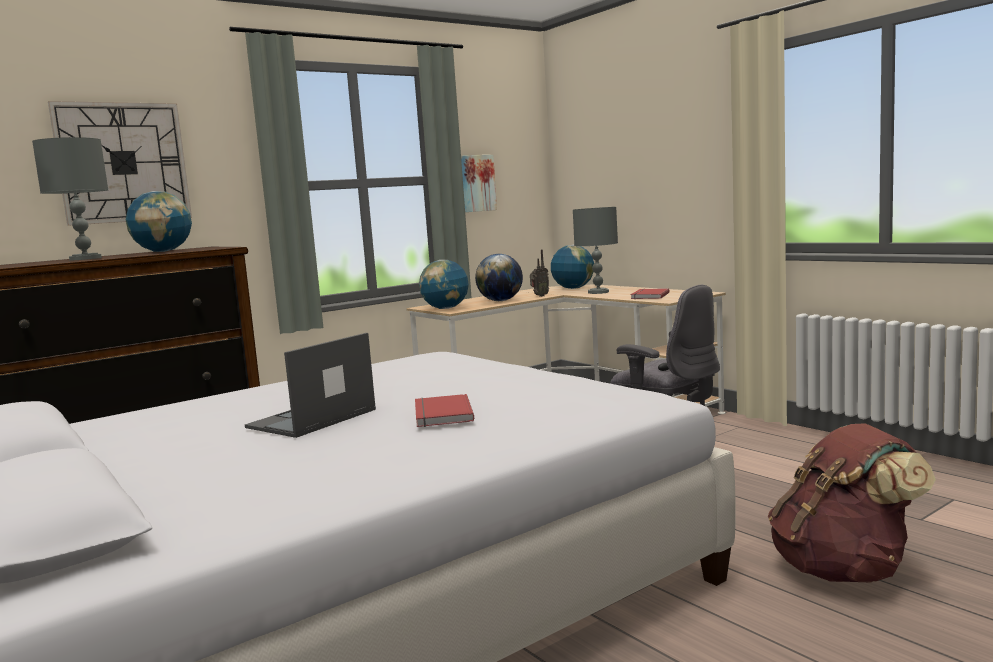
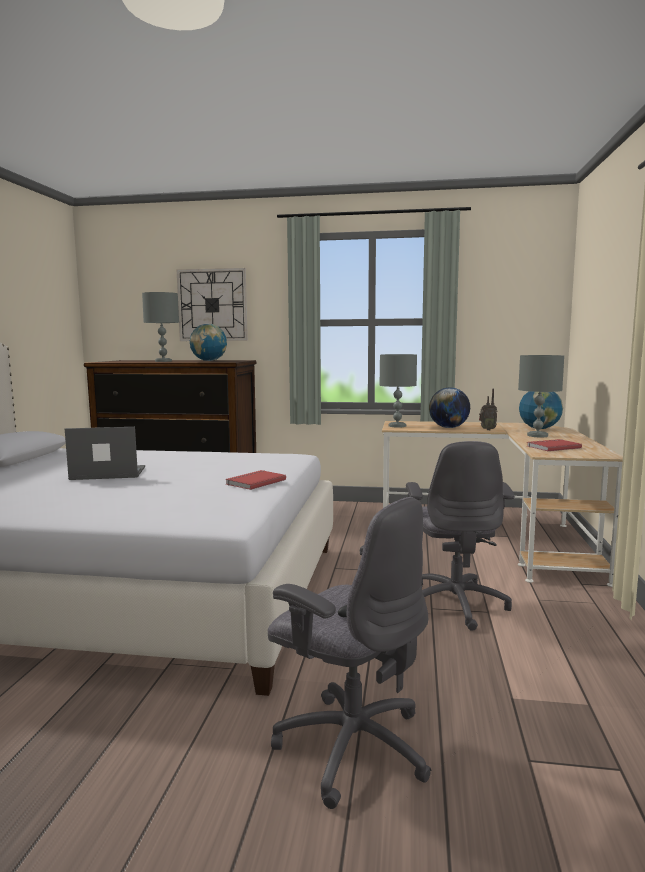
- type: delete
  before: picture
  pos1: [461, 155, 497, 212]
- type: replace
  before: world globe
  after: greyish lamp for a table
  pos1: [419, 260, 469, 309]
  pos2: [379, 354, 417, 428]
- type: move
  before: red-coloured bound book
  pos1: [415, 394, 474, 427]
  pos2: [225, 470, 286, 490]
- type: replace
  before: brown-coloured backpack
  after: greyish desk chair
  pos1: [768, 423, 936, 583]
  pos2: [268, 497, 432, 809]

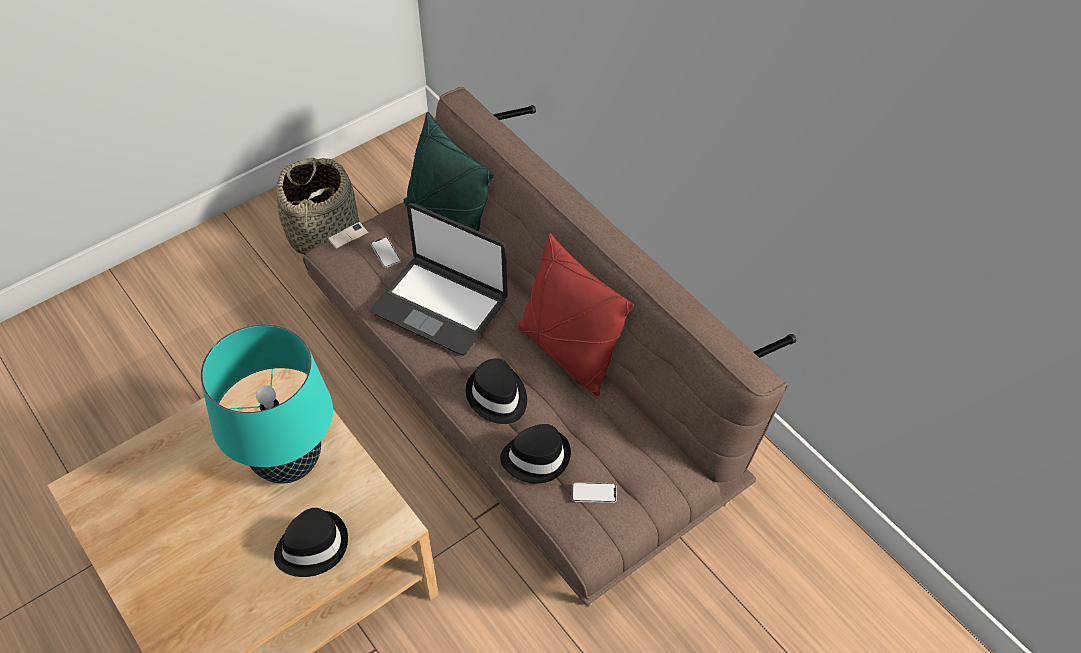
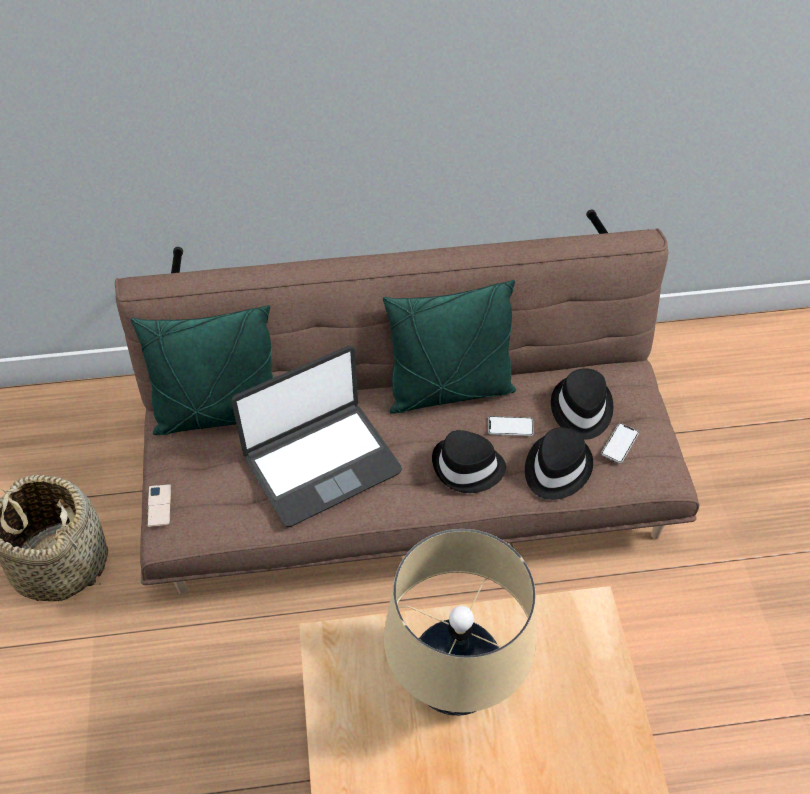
- type: recolor
  before: red-coloured throw pillow
  after: green-coloured throw pillow
  pos1: [518, 233, 634, 396]
  pos2: [383, 280, 516, 414]
- type: move
  before: handset
  pos1: [371, 237, 401, 268]
  pos2: [488, 416, 534, 436]
- type: recolor
  before: turquoise-coloured lamp for a table
  after: beige lamp for a table
  pos1: [200, 324, 333, 484]
  pos2: [384, 529, 536, 716]
- type: move
  before: black-coloured hat
  pos1: [274, 508, 348, 577]
  pos2: [551, 368, 613, 440]

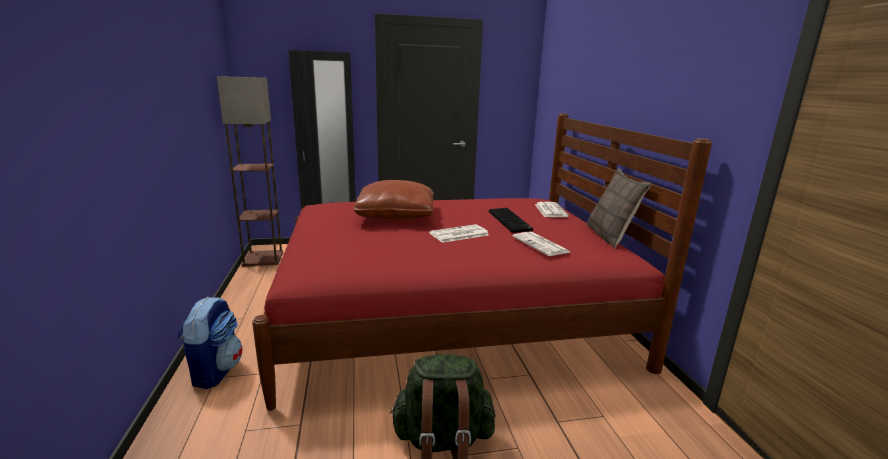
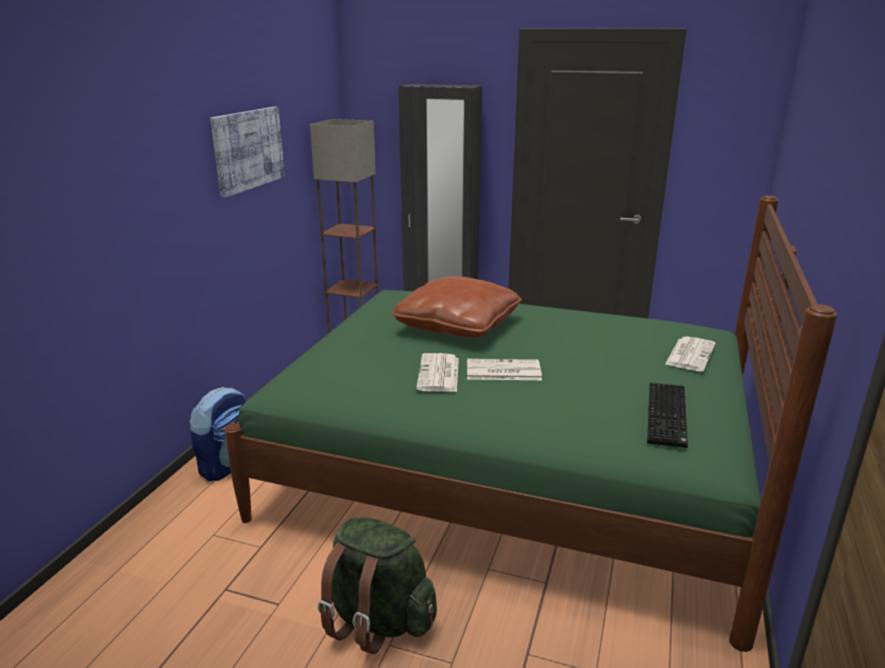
- type: recolor
  before: red-coloured bedroom bed
  after: green-coloured bedroom bed
  pos1: [252, 113, 712, 411]
  pos2: [225, 195, 837, 652]
- type: delete
  before: throw pillow
  pos1: [587, 168, 652, 249]
- type: move
  before: PC keyboard
  pos1: [489, 208, 533, 233]
  pos2: [647, 383, 688, 448]
- type: move
  before: daily paper
  pos1: [513, 232, 570, 256]
  pos2: [416, 353, 459, 392]
- type: insert
  after: picture
  pos2: [210, 107, 285, 198]

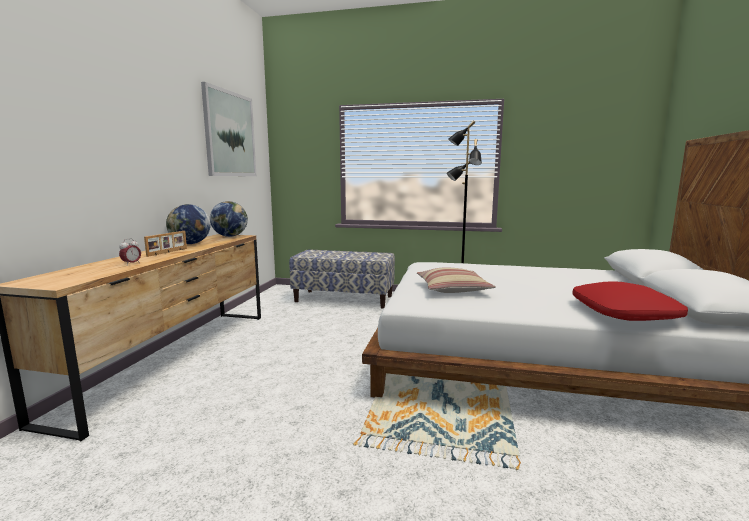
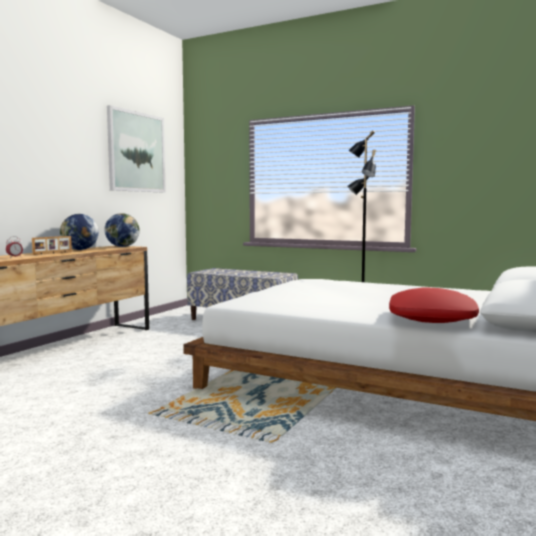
- type: delete
  before: throw pillow
  pos1: [417, 267, 495, 293]

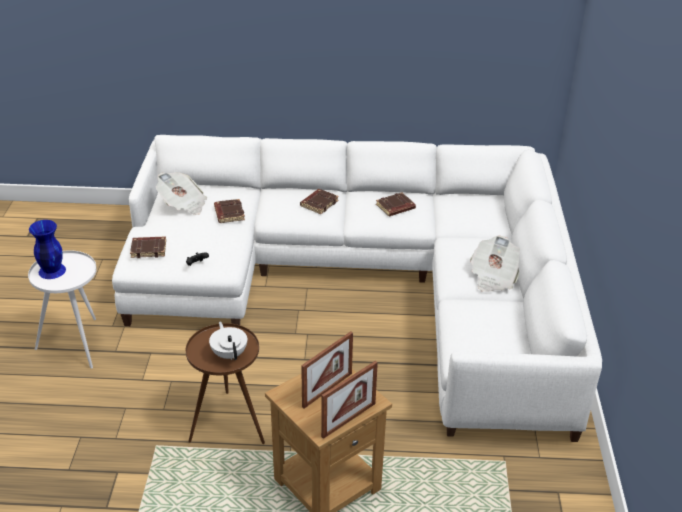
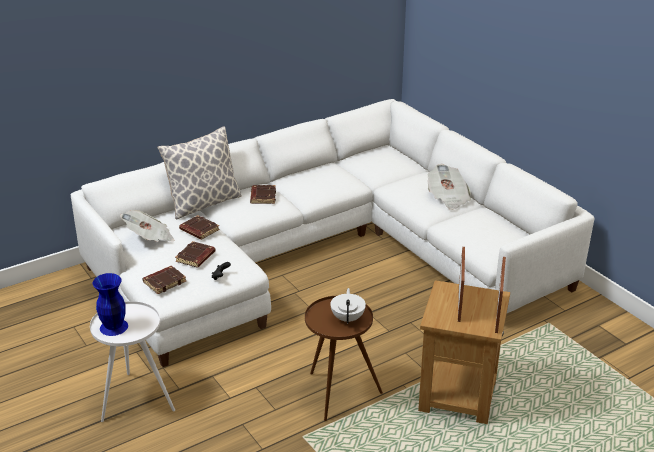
- type: move
  before: brown-coloured bound book
  pos1: [376, 193, 416, 216]
  pos2: [175, 241, 215, 267]
- type: rotate
  before: white pot for tea
  pos1: [209, 322, 247, 360]
  pos2: [330, 288, 366, 324]
  turn: 60
- type: insert
  after: throw pillow
  pos2: [157, 126, 242, 219]

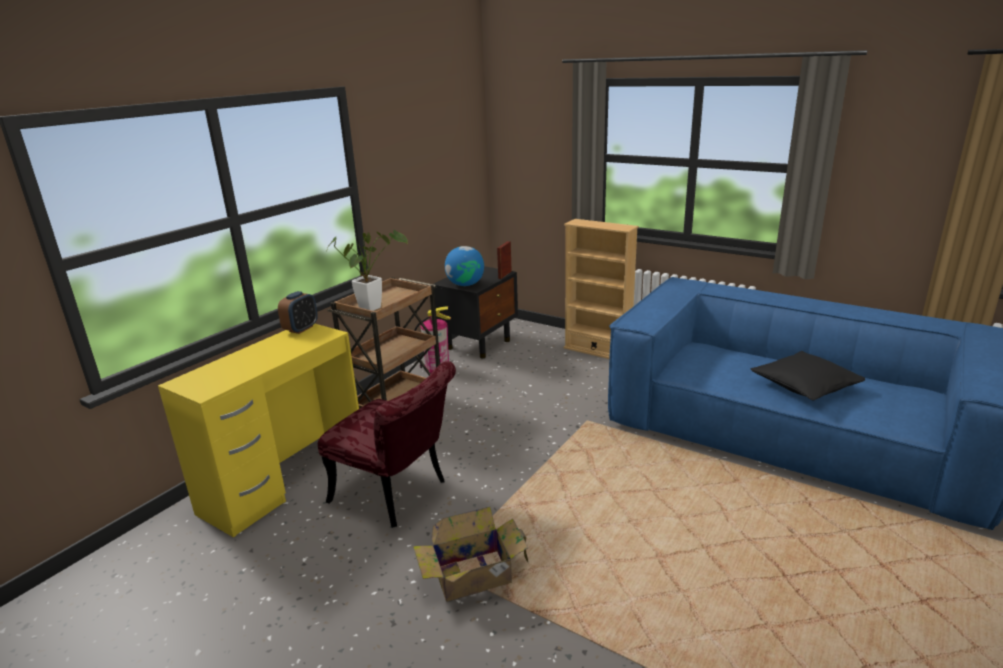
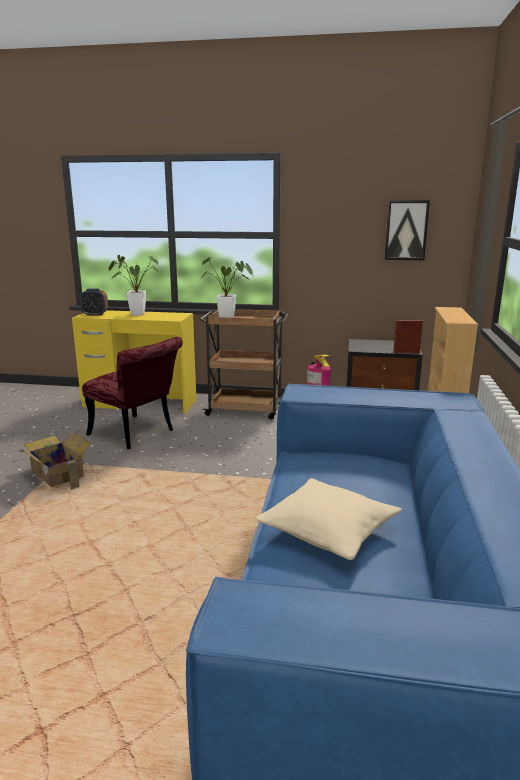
- type: delete
  before: world globe
  pos1: [445, 246, 484, 286]
- type: move
  before: table clock
  pos1: [278, 291, 318, 334]
  pos2: [79, 289, 108, 316]
- type: recolor
  before: black-coloured throw pillow
  after: beige throw pillow
  pos1: [751, 351, 865, 401]
  pos2: [256, 478, 402, 560]
- type: rotate
  before: red-coloured upright chair
  pos1: [318, 361, 456, 528]
  pos2: [82, 337, 183, 449]
  turn: -60
- type: insert
  after: picture
  pos2: [384, 200, 430, 260]
- type: insert
  after: plant in a pot
  pos2: [109, 255, 159, 315]

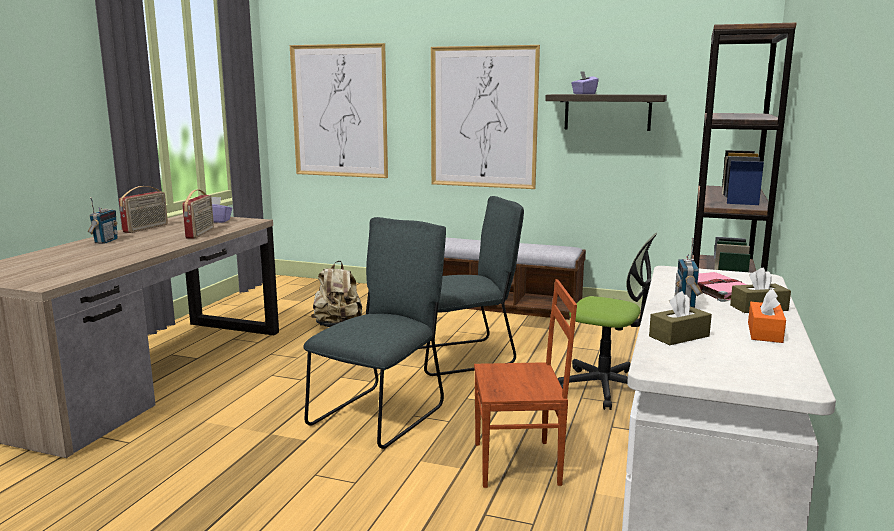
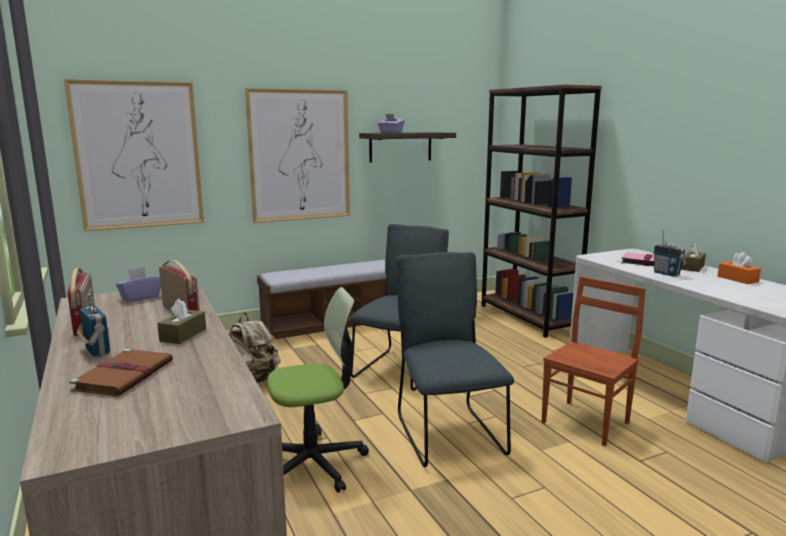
- type: move
  before: desk chair
  pos1: [557, 233, 657, 410]
  pos2: [267, 287, 369, 493]
- type: move
  before: brown-coloured tissue box
  pos1: [649, 291, 712, 345]
  pos2: [157, 299, 206, 344]
- type: insert
  after: brown-coloured bound book
  pos2: [69, 348, 173, 397]

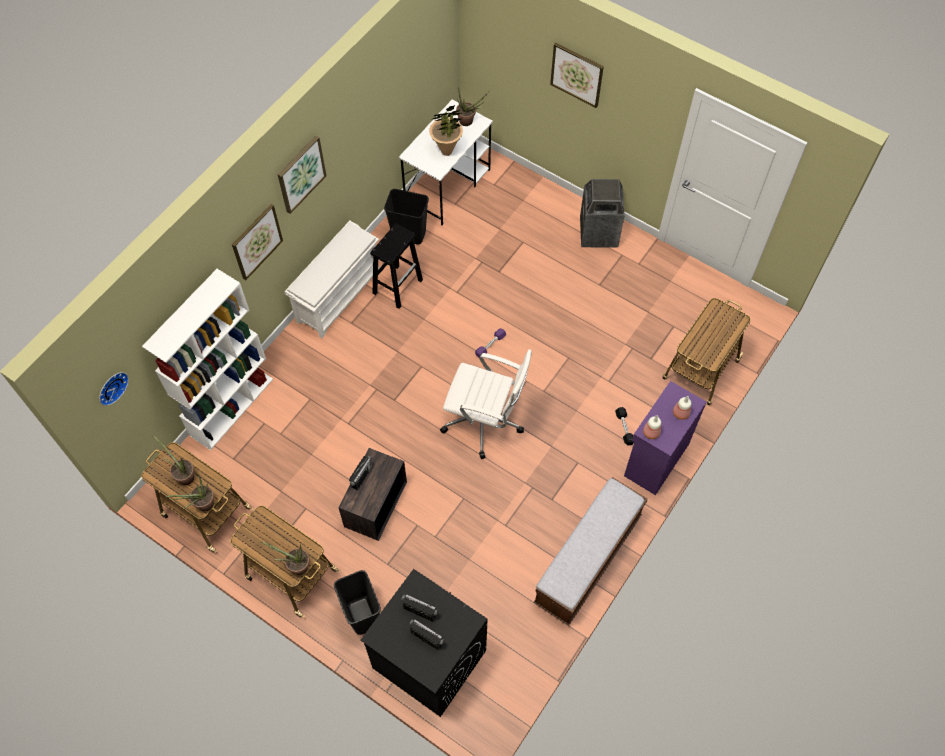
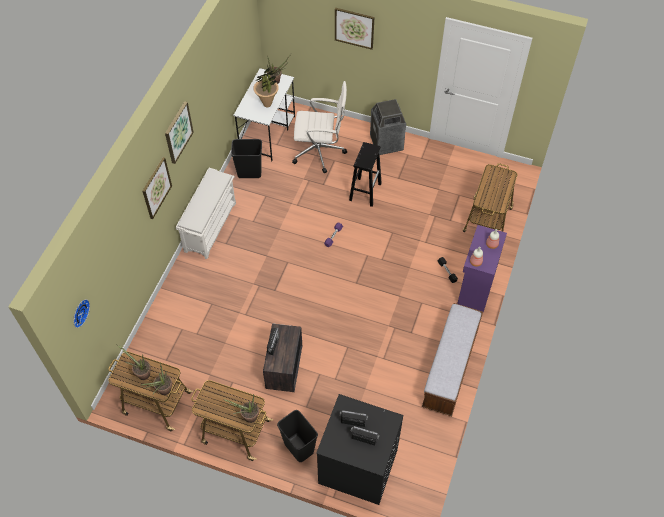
- type: move
  before: black-coloured stool seat
  pos1: [370, 223, 423, 309]
  pos2: [349, 142, 382, 207]
- type: delete
  before: white bookshelf
  pos1: [142, 269, 273, 450]
- type: move
  before: white desk chair
  pos1: [440, 349, 532, 459]
  pos2: [292, 81, 347, 173]

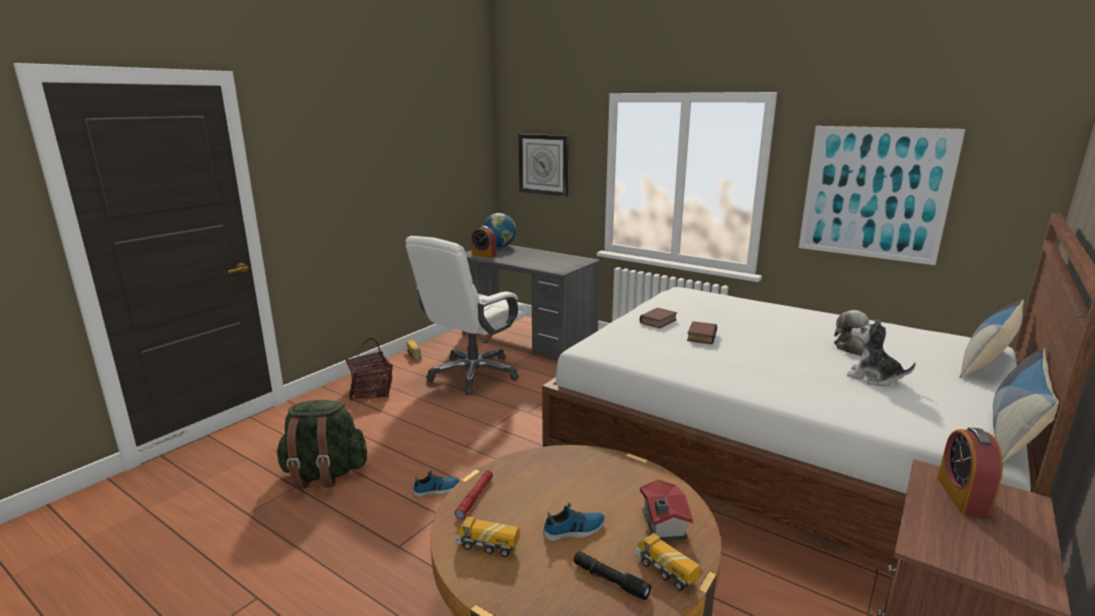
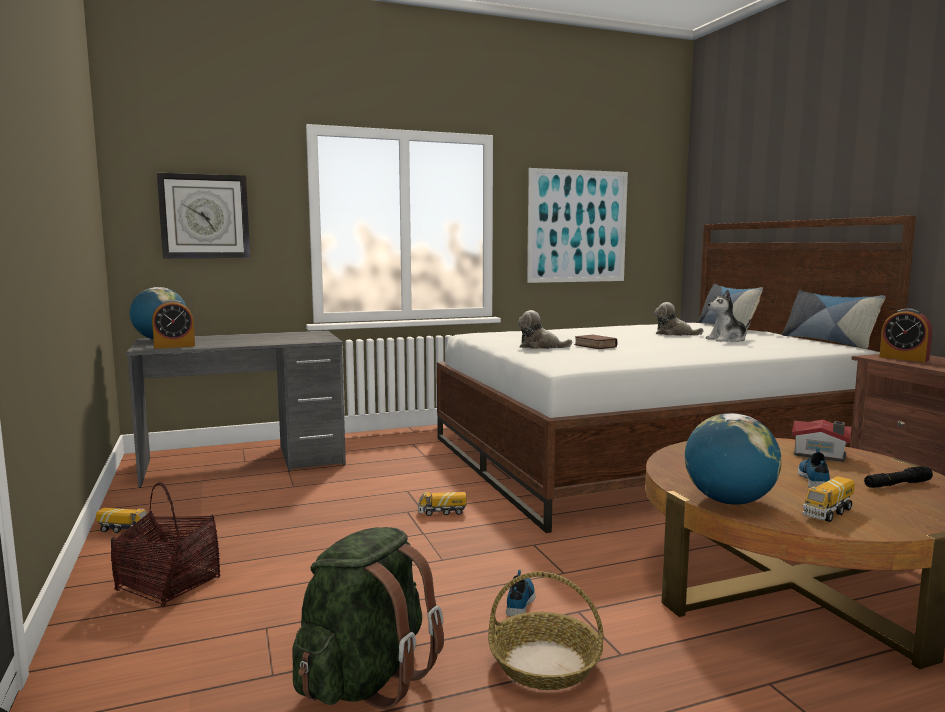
- type: delete
  before: white desk chair
  pos1: [405, 236, 527, 395]
- type: replace
  before: bound book
  after: soft toy
  pos1: [640, 308, 677, 329]
  pos2: [517, 310, 572, 349]
- type: replace
  before: red-coloured torch
  after: world globe
  pos1: [455, 470, 493, 519]
  pos2: [685, 413, 782, 505]
- type: move
  before: model truck
  pos1: [636, 533, 701, 591]
  pos2: [418, 492, 467, 516]
- type: insert
  after: storage basket
  pos2: [488, 572, 604, 690]

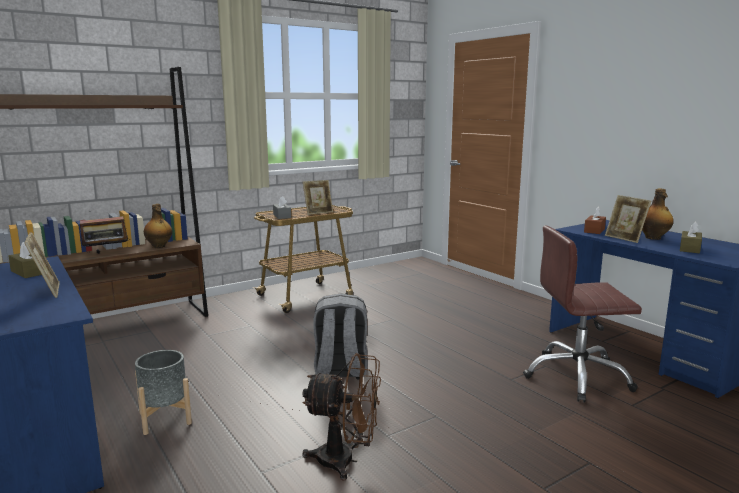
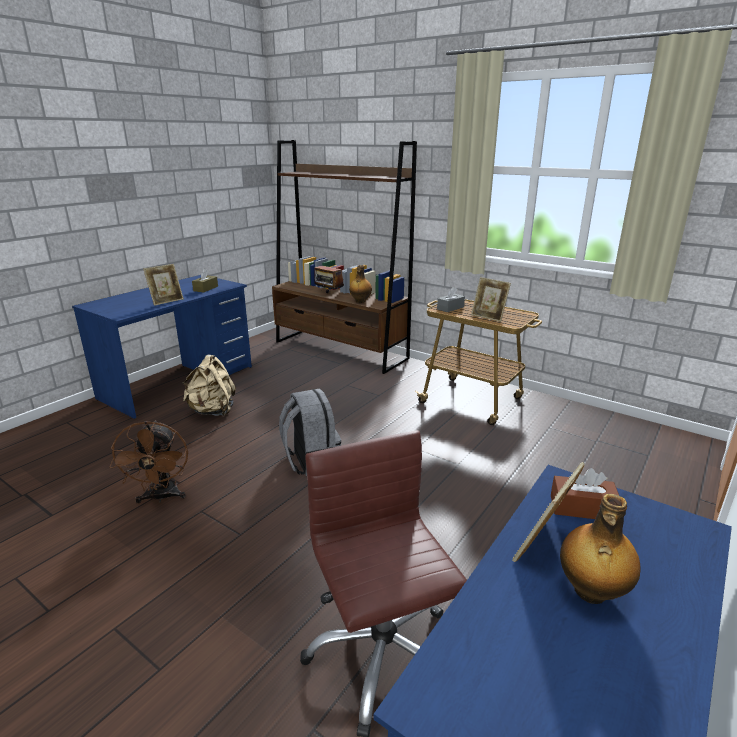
- type: delete
  before: brown-coloured tissue box
  pos1: [680, 222, 702, 253]
- type: replace
  before: greyish flower pot
  after: beige backpack
  pos1: [135, 350, 192, 435]
  pos2: [182, 355, 236, 416]

